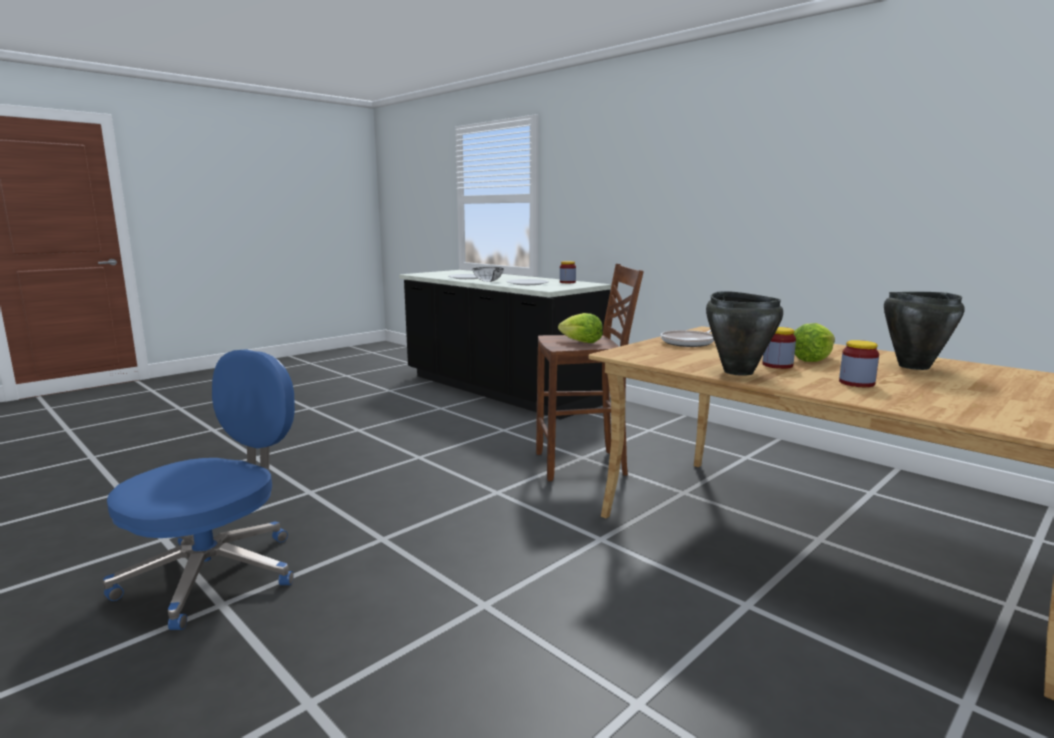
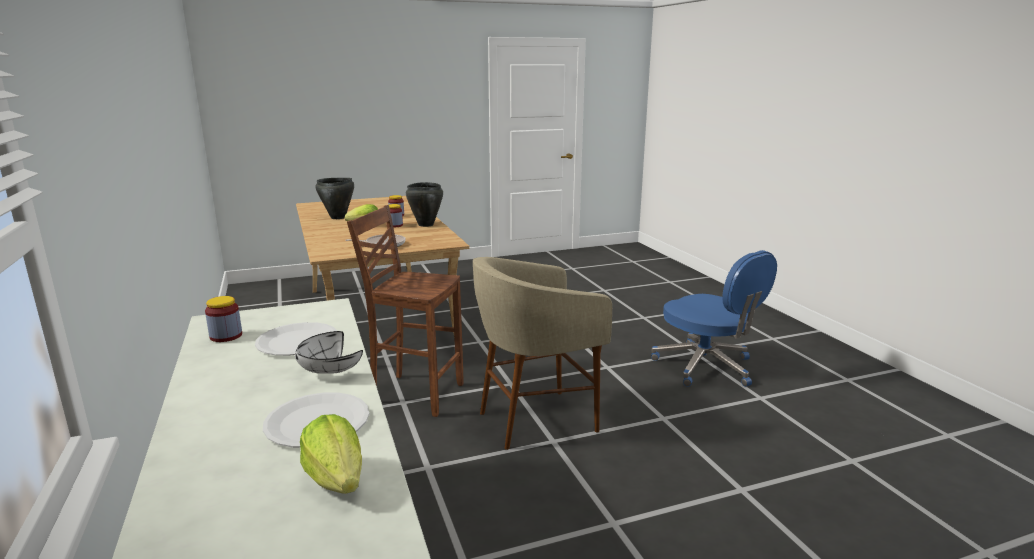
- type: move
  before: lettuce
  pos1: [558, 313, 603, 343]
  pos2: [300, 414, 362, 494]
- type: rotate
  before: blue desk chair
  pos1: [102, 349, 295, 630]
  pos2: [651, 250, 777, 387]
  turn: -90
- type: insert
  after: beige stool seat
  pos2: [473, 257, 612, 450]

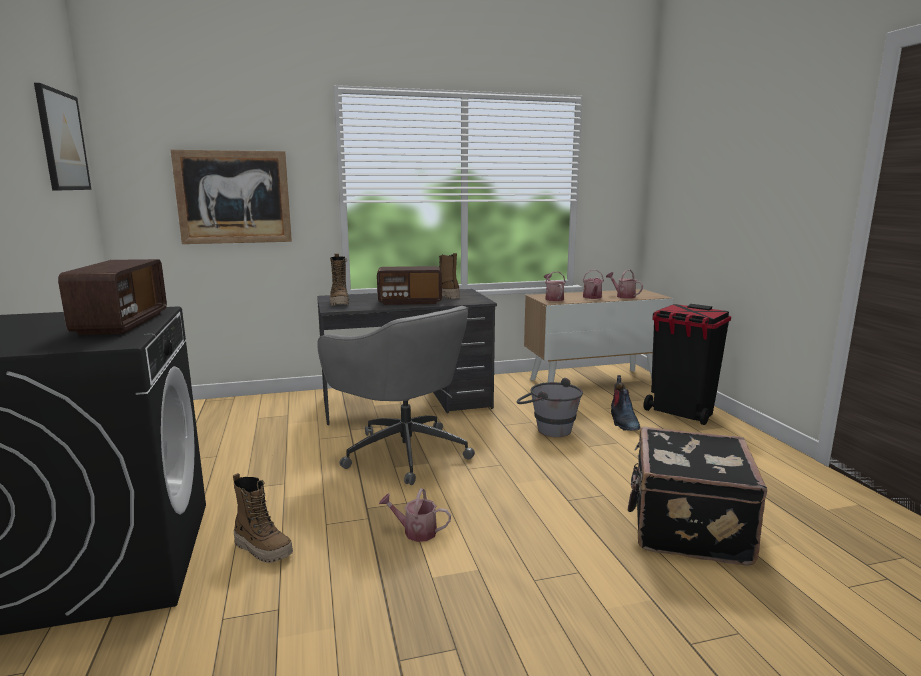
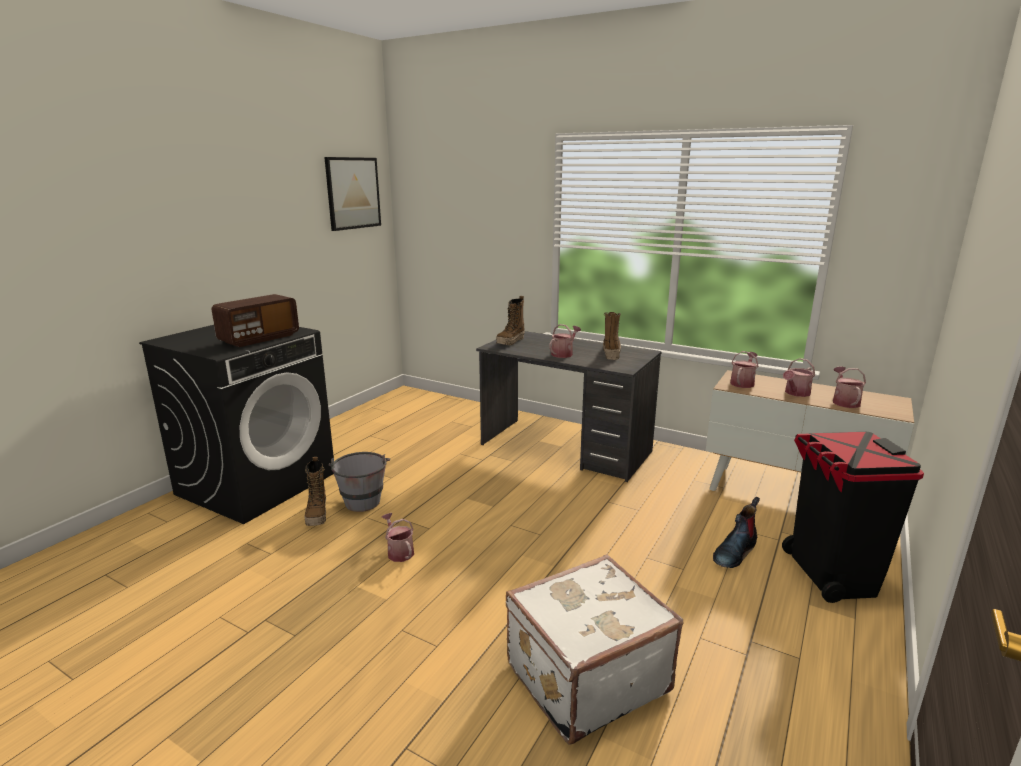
- type: delete
  before: picture
  pos1: [171, 150, 292, 244]
- type: replace
  before: radio receiver
  after: watering can
  pos1: [377, 266, 442, 305]
  pos2: [549, 324, 581, 358]
- type: delete
  before: greyish desk chair
  pos1: [317, 306, 475, 485]
- type: move
  before: greyish water bucket
  pos1: [516, 378, 583, 437]
  pos2: [329, 452, 390, 512]
- type: recolor
  before: black-coloured travel case
  after: white travel case
  pos1: [627, 427, 767, 566]
  pos2: [506, 554, 683, 745]

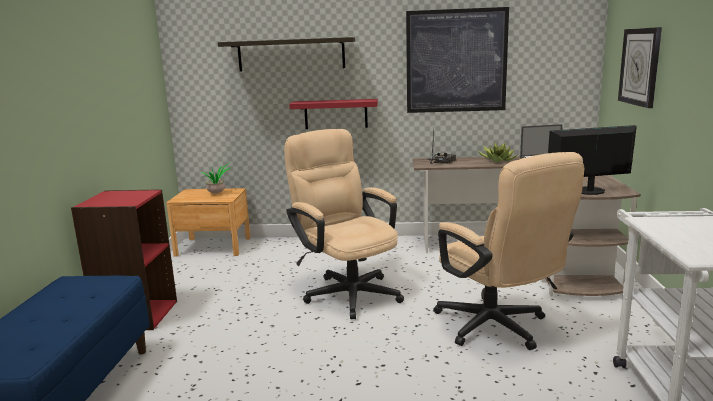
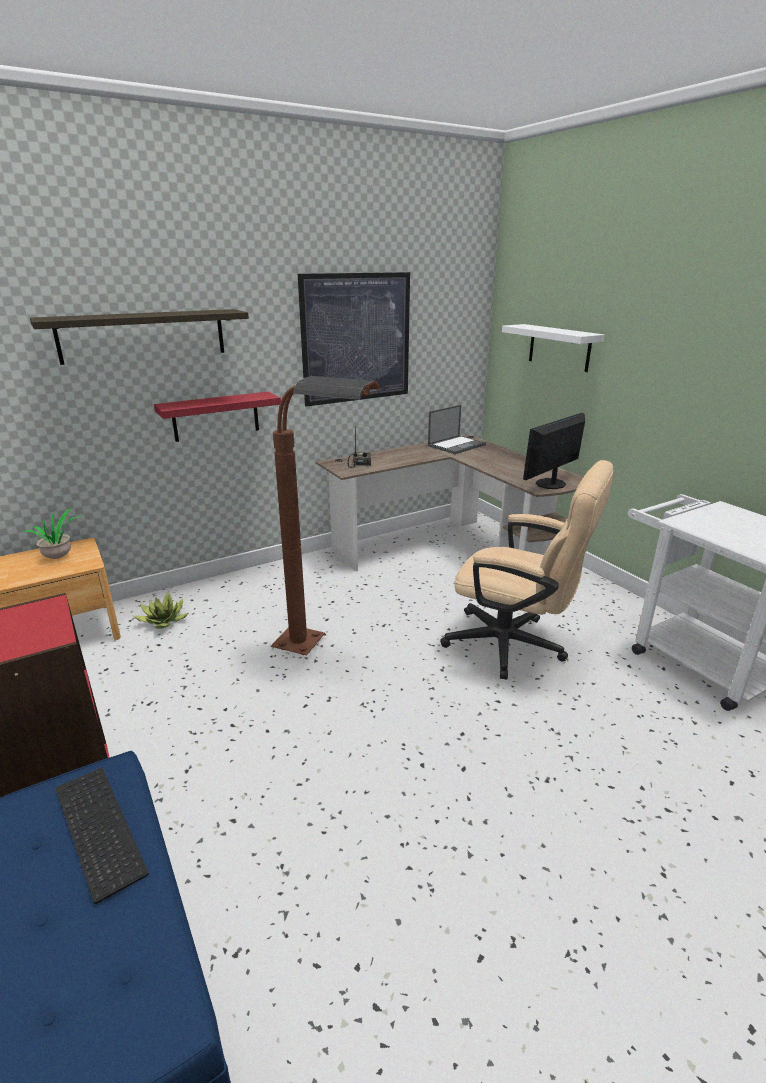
- type: replace
  before: wall clock
  after: white bracket shelf
  pos1: [618, 27, 662, 108]
  pos2: [502, 324, 605, 372]
- type: replace
  before: beige desk chair
  after: brown-coloured floor lamp
  pos1: [284, 129, 404, 319]
  pos2: [271, 376, 380, 656]
- type: move
  before: plant in a pot
  pos1: [477, 142, 518, 162]
  pos2: [133, 592, 188, 629]
- type: insert
  after: PC keyboard
  pos2: [56, 768, 149, 904]

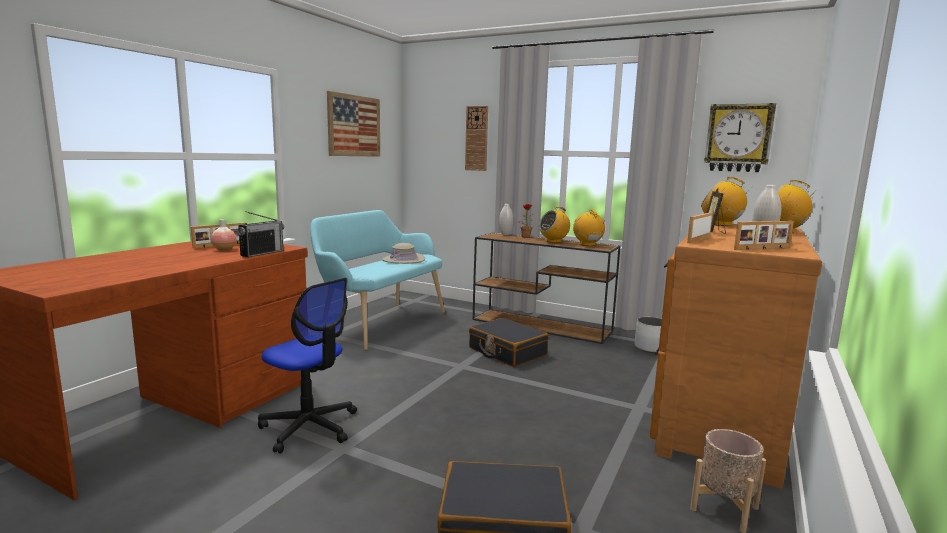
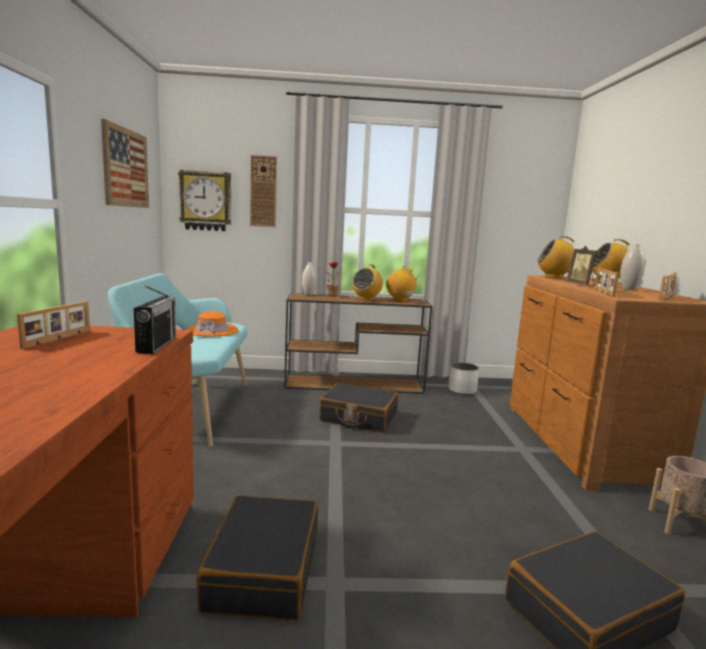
- type: move
  before: wall clock
  pos1: [704, 103, 776, 172]
  pos2: [178, 170, 231, 231]
- type: delete
  before: vase
  pos1: [211, 219, 237, 250]
- type: recolor
  before: beige hat
  after: orangey hat
  pos1: [382, 243, 425, 264]
  pos2: [186, 311, 238, 337]
- type: replace
  before: desk chair
  after: black-coloured travel case
  pos1: [258, 278, 357, 453]
  pos2: [197, 495, 318, 620]

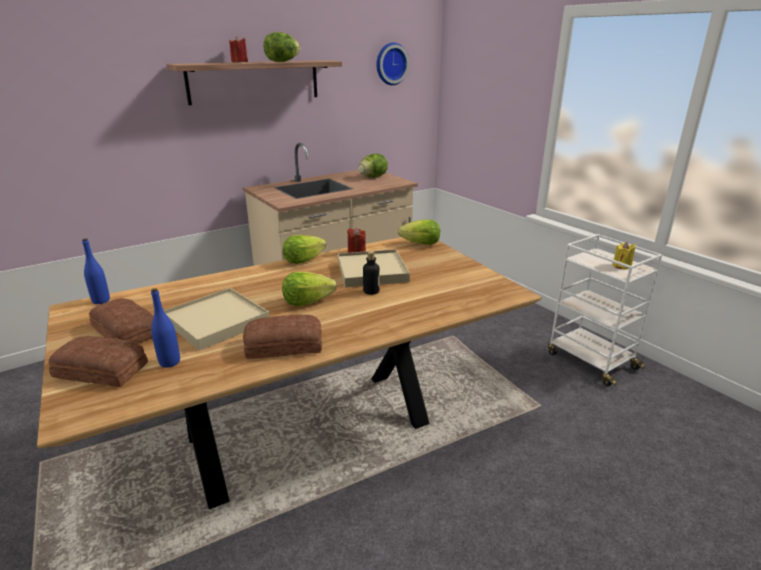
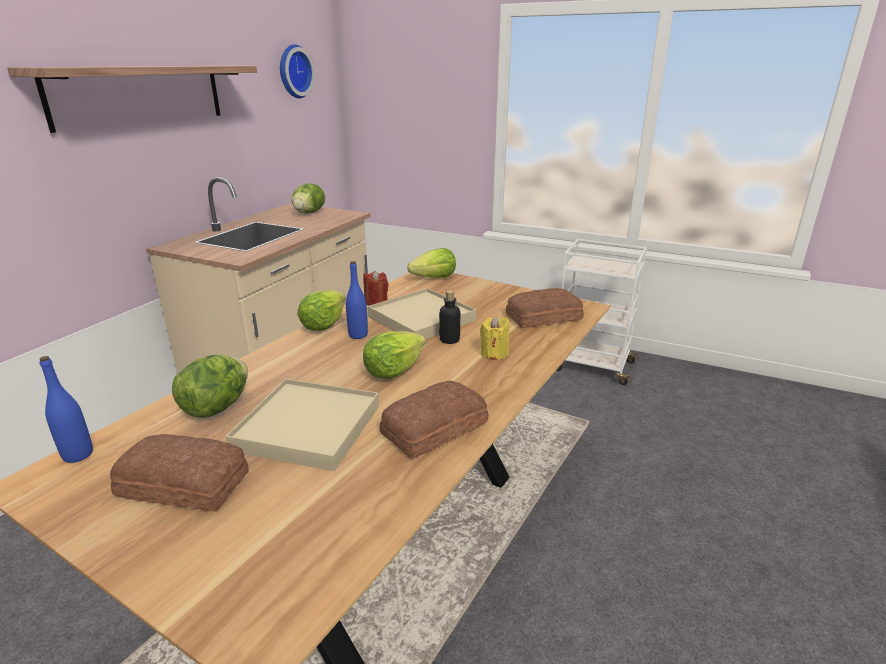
- type: move
  before: lettuce
  pos1: [263, 32, 300, 62]
  pos2: [172, 355, 248, 418]
- type: delete
  before: red-coloured candle
  pos1: [229, 36, 248, 62]
- type: move
  before: yellowish candle
  pos1: [613, 242, 636, 270]
  pos2: [480, 316, 509, 360]
- type: move
  before: blue beverage bottle
  pos1: [151, 288, 180, 368]
  pos2: [346, 261, 368, 339]
- type: move
  before: bakery bread
  pos1: [49, 336, 148, 387]
  pos2: [506, 288, 584, 328]

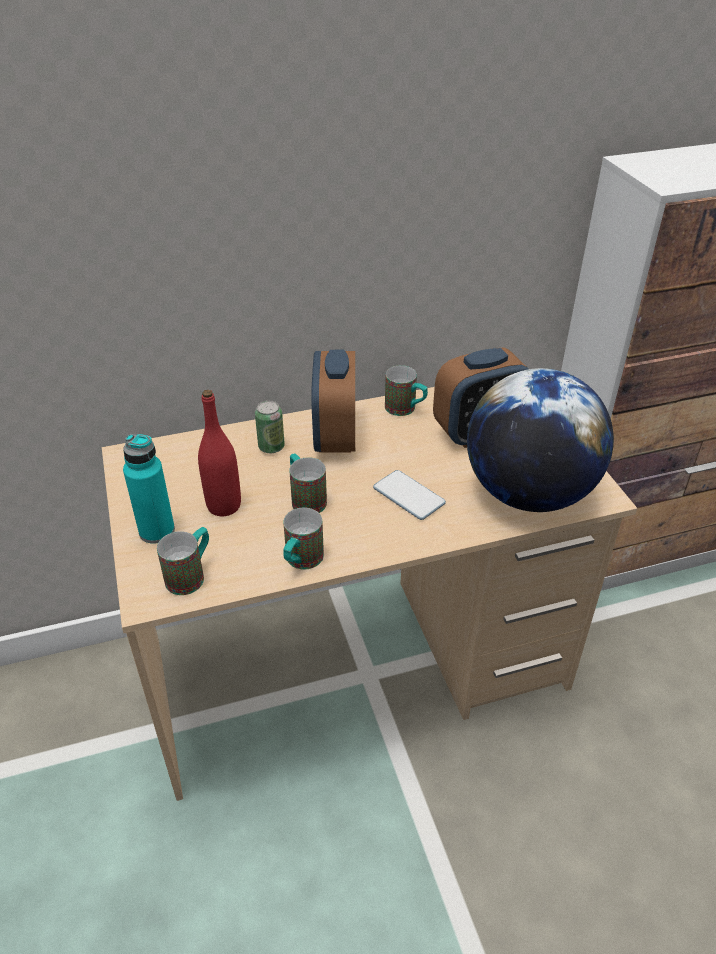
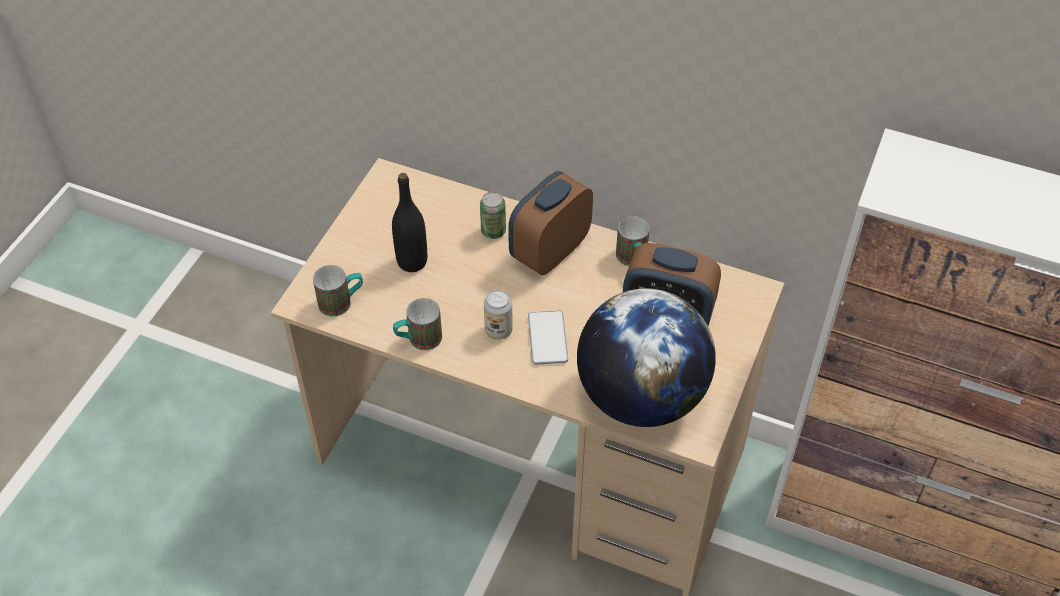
- type: recolor
  before: red-coloured beverage bottle
  after: black-coloured beverage bottle
  pos1: [198, 390, 241, 516]
  pos2: [392, 173, 427, 272]
- type: delete
  before: turquoise-coloured beverage bottle
  pos1: [123, 434, 175, 544]
- type: delete
  before: tea mug
  pos1: [289, 454, 327, 513]
- type: insert
  after: sealed can
  pos2: [484, 290, 513, 340]

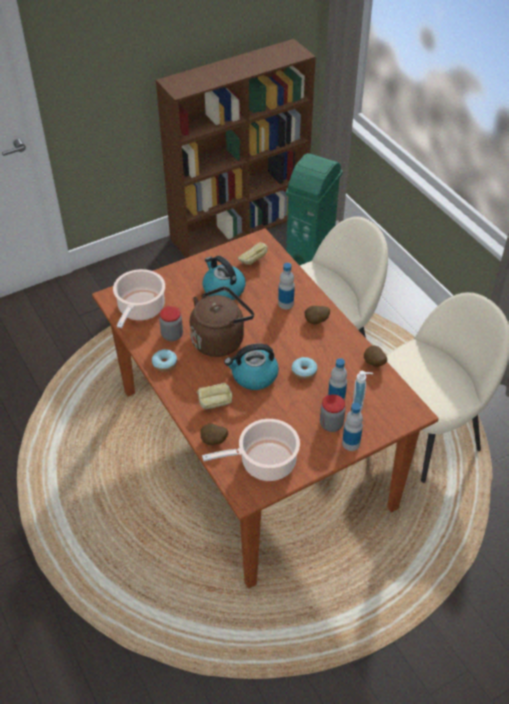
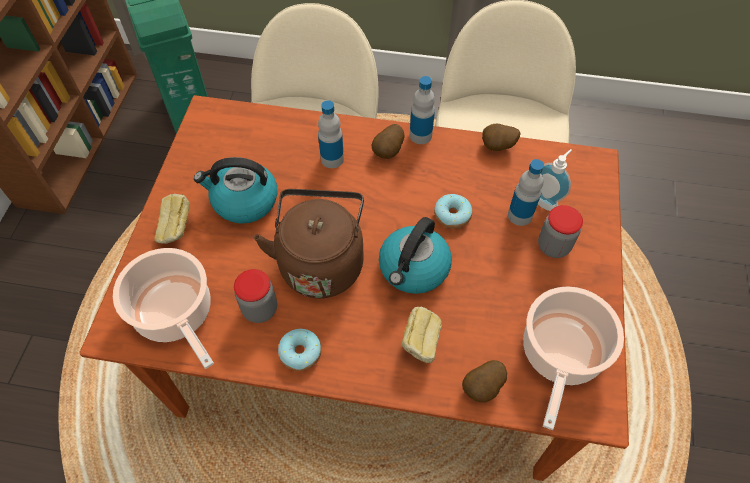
- type: move
  before: bakery bread
  pos1: [238, 243, 268, 265]
  pos2: [154, 194, 190, 244]
- type: move
  before: beverage bottle
  pos1: [342, 403, 363, 451]
  pos2: [410, 76, 435, 144]

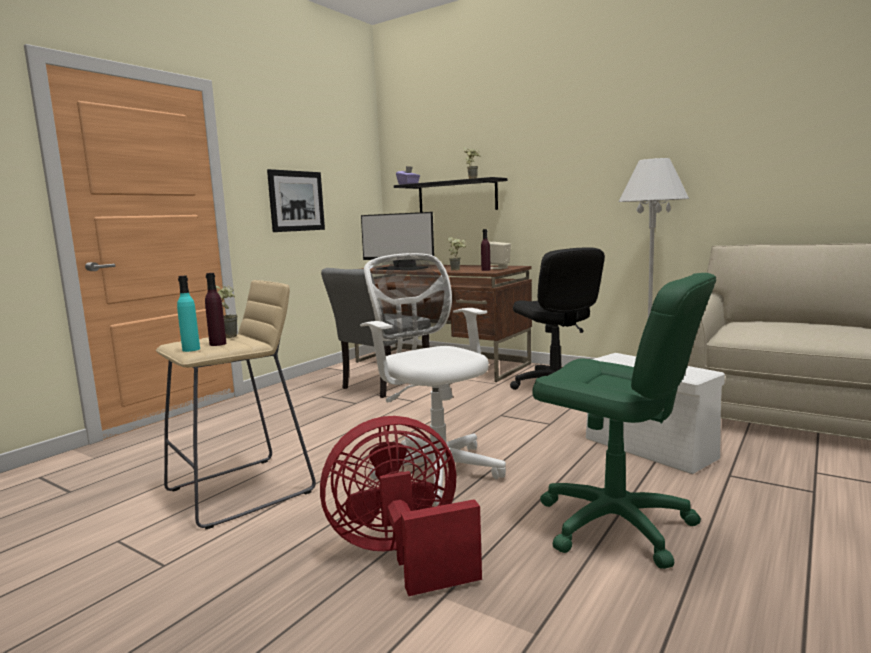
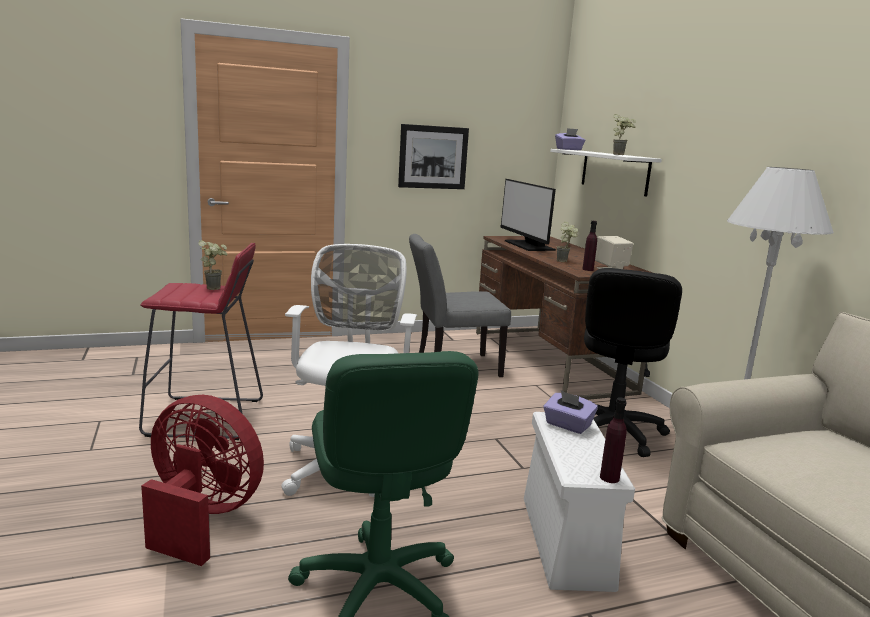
- type: recolor
  before: black-coloured bracket shelf
  after: white bracket shelf
  pos1: [394, 177, 508, 212]
  pos2: [550, 149, 662, 196]
- type: move
  before: purple-coloured beverage bottle
  pos1: [205, 273, 226, 346]
  pos2: [600, 397, 627, 483]
- type: delete
  before: turquoise-coloured beverage bottle
  pos1: [177, 276, 200, 352]
- type: recolor
  before: beige stool seat
  after: red-coloured stool seat
  pos1: [156, 280, 316, 529]
  pos2: [139, 243, 263, 440]
- type: insert
  after: purple-coloured tissue box
  pos2: [543, 391, 598, 434]

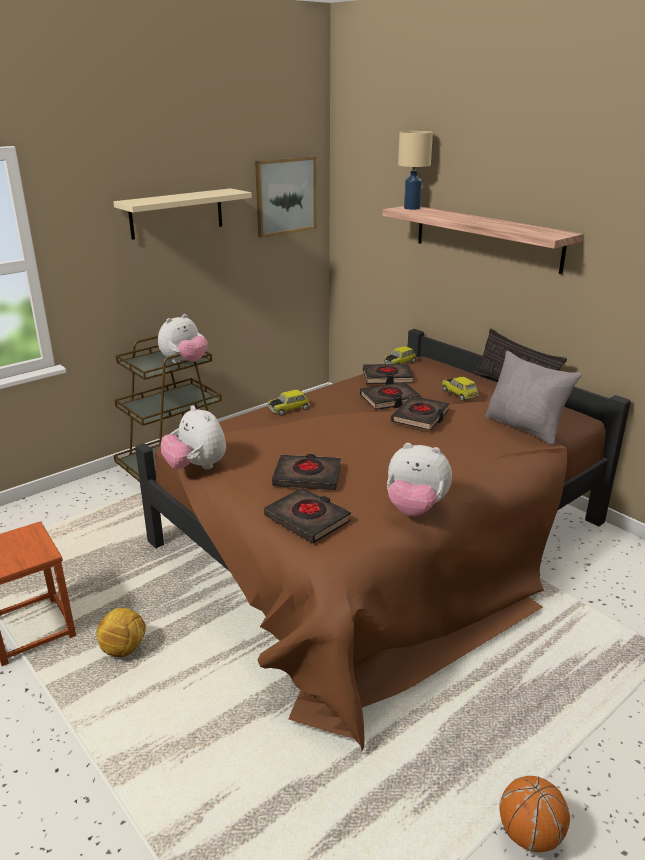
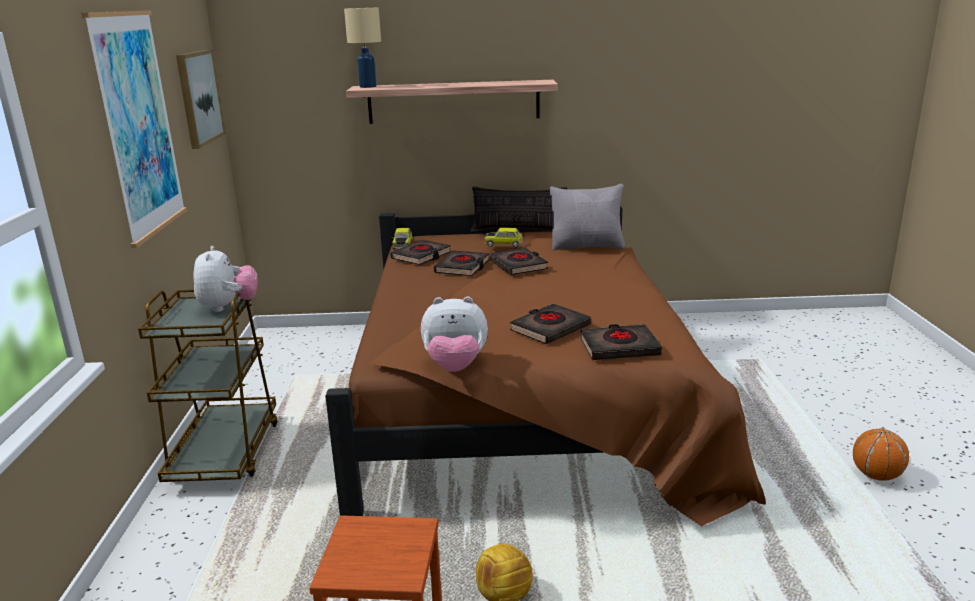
- type: replace
  before: beige bracket shelf
  after: picture
  pos1: [113, 188, 252, 240]
  pos2: [81, 10, 187, 248]
- type: delete
  before: miniature car
  pos1: [268, 390, 310, 416]
- type: delete
  before: soft toy
  pos1: [387, 443, 452, 516]

